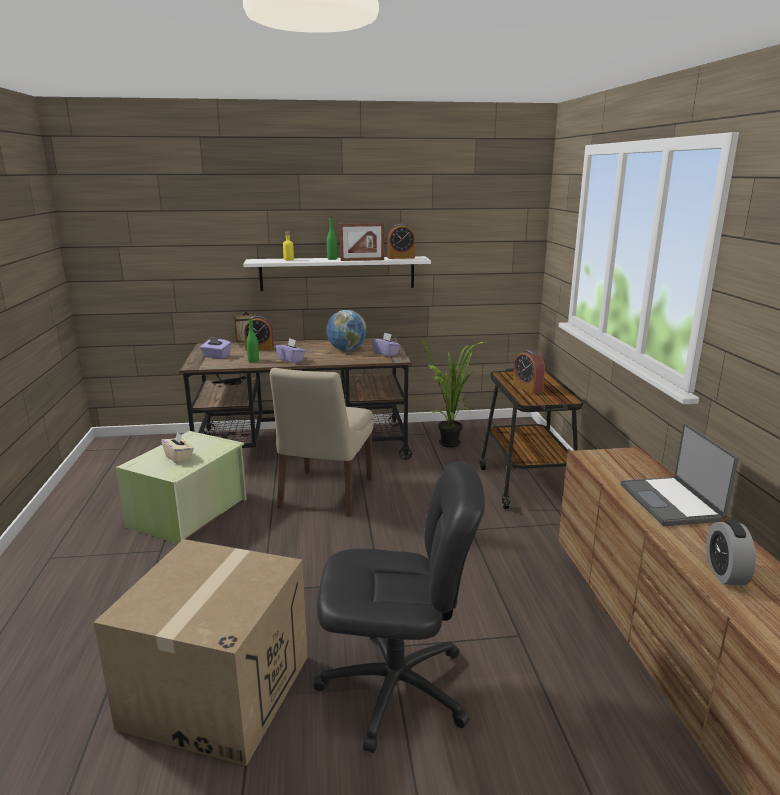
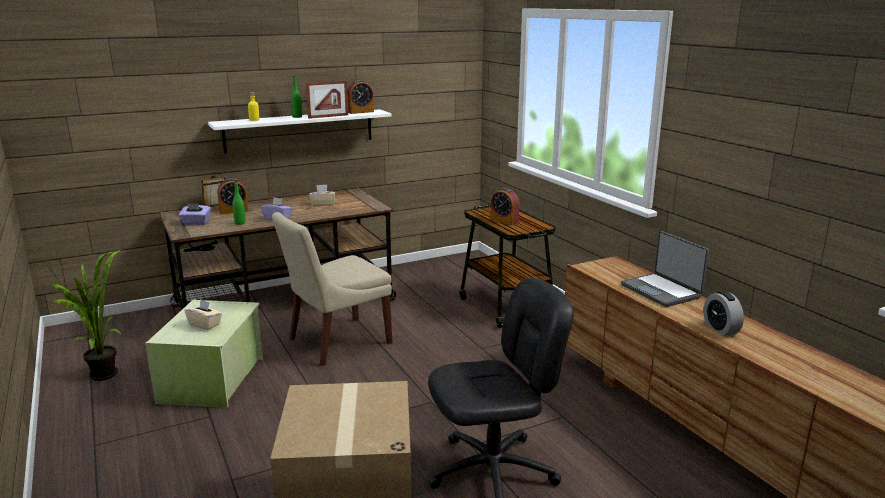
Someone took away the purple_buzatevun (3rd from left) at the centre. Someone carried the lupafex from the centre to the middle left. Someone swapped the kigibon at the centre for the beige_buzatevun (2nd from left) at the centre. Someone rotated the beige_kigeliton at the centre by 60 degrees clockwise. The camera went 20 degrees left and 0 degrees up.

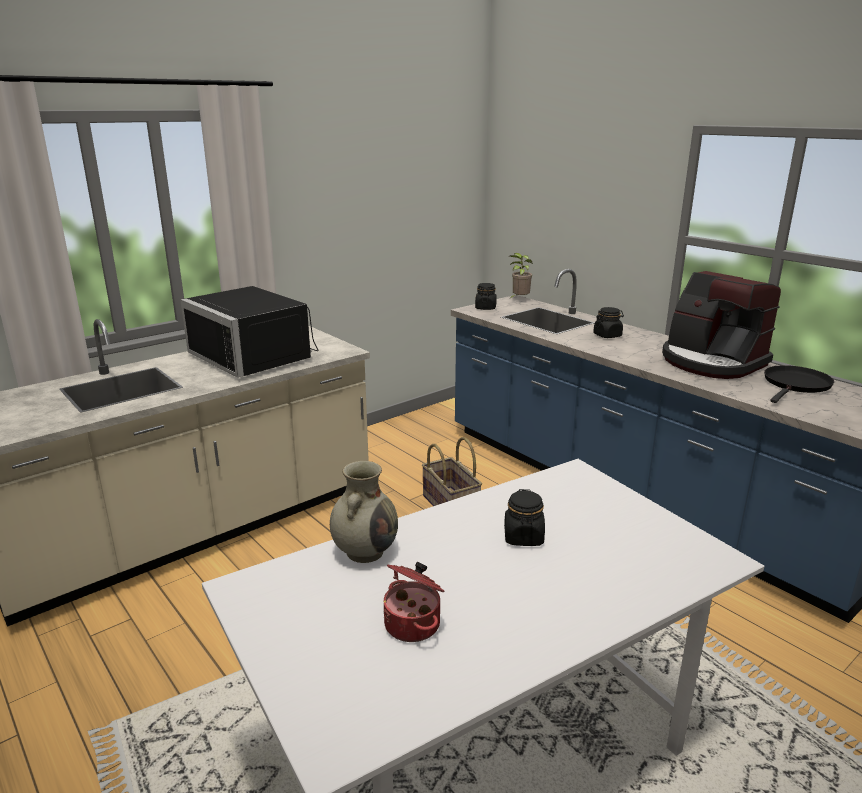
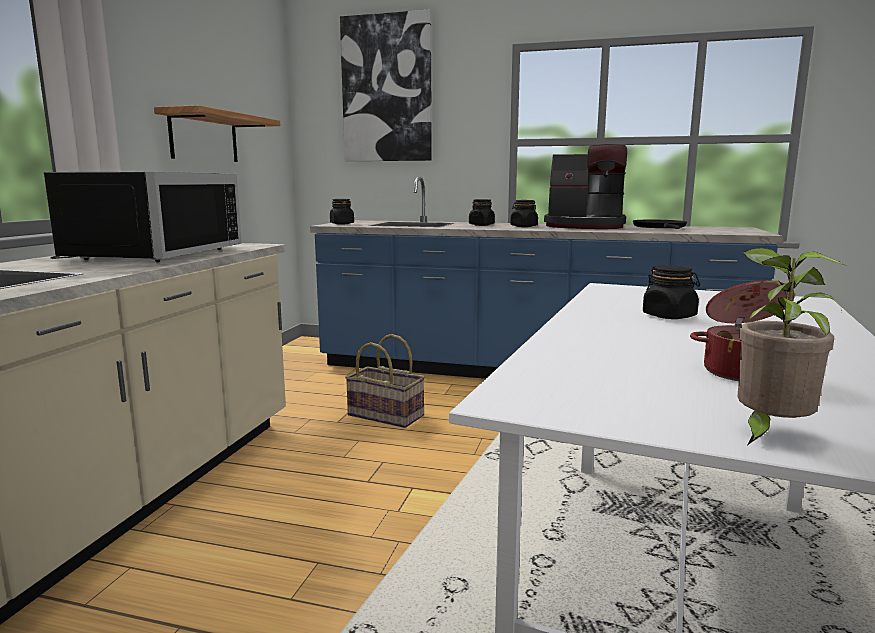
Someone took away the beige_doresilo at the centre. Someone put up the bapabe at the top left. Someone put up the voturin at the top centre. Someone put down the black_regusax (3rd from left) at the centre. Someone carried the lupafex from the centre to the middle right. Someone rotated the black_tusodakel at the middle left by 90 degrees counterclockwise. The camera went 35 degrees left and 10 degrees down.

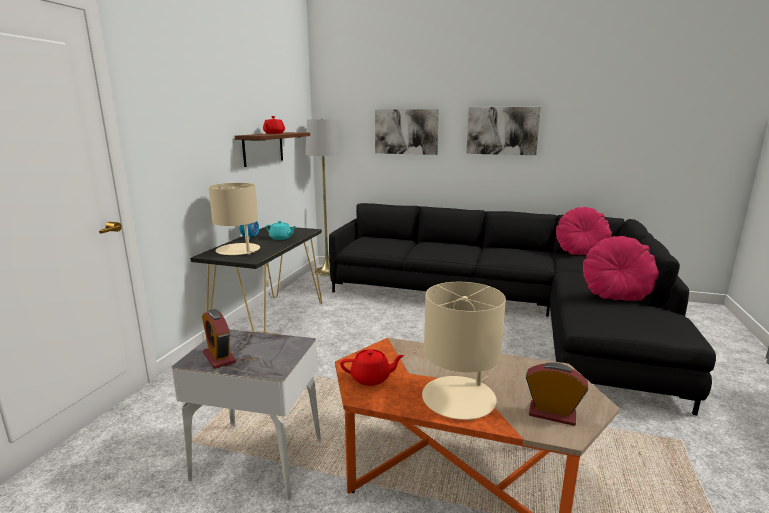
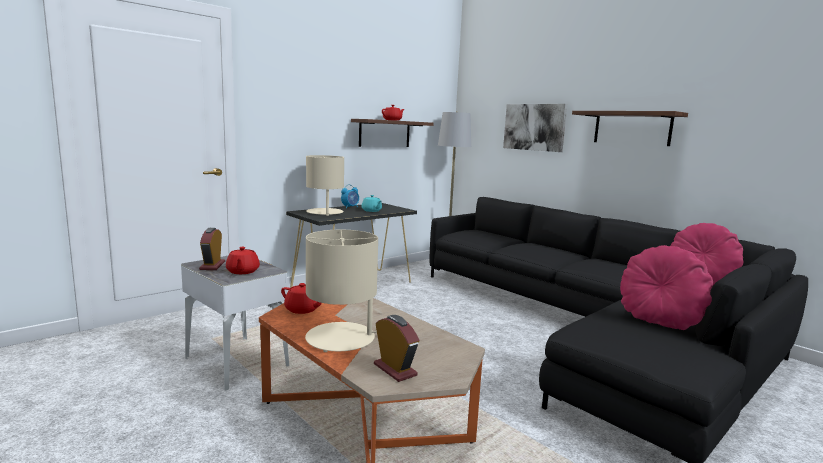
Someone put down the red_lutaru (1st from left) at the middle left. Someone swapped the voturin (2nd from left) at the top centre for the bapabe (2nd from left) at the top right. The camera went 30 degrees right and 5 degrees down.

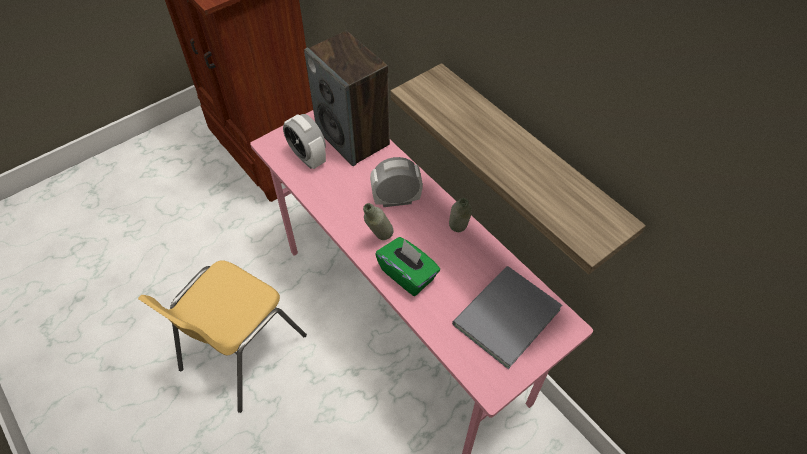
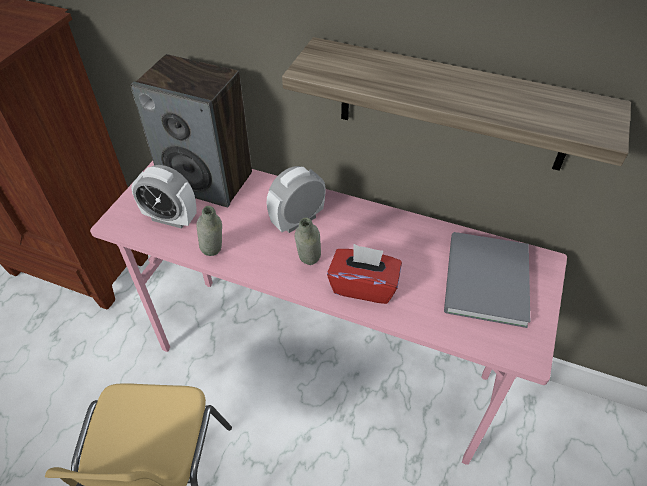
Someone carried the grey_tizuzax (2nd from left in the first image) from the centre to the middle left. Someone repainted the green_buzatevun at the centre, which became the red_buzatevun at the centre. The camera went 30 degrees left and 5 degrees down.

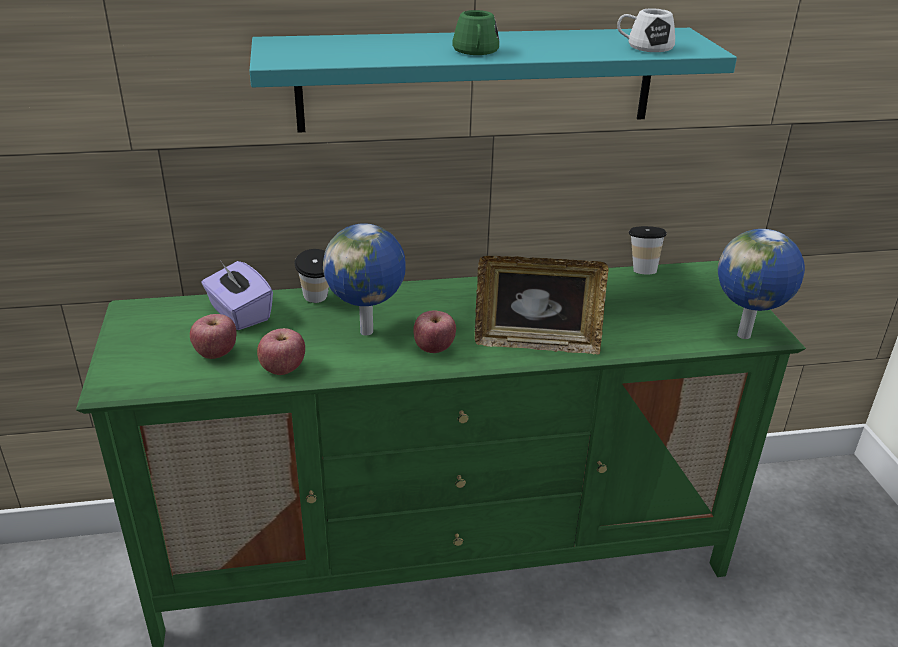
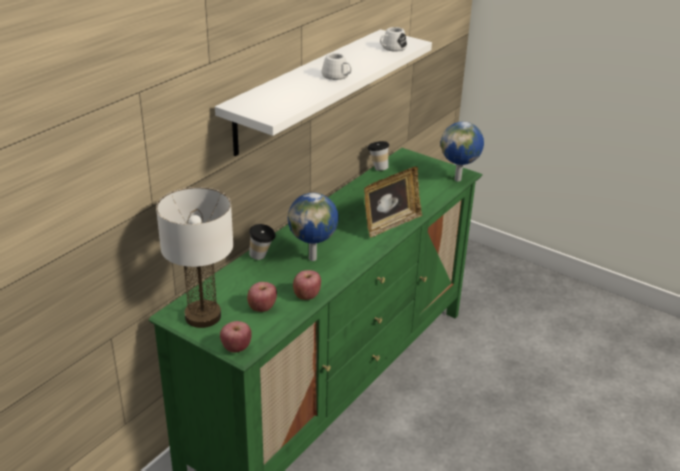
Someone took away the purple_buzatevun at the middle left. Someone put down the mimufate at the middle left. Someone carried the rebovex (3rd from left in the first image) from the centre to the bottom centre. Someone repainted the turquoise_bapabe at the top centre, which became the white_bapabe at the top centre. Someone repainted the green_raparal at the top centre, which became the white_raparal (1st from left) at the top centre. The camera went 45 degrees left and 0 degrees up.

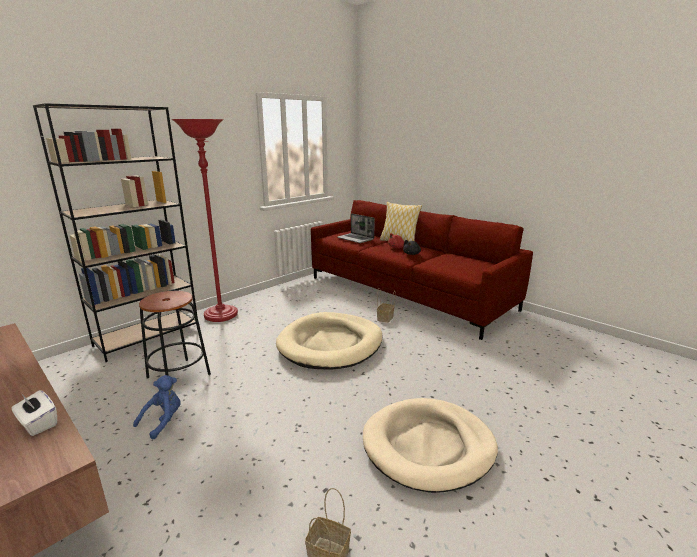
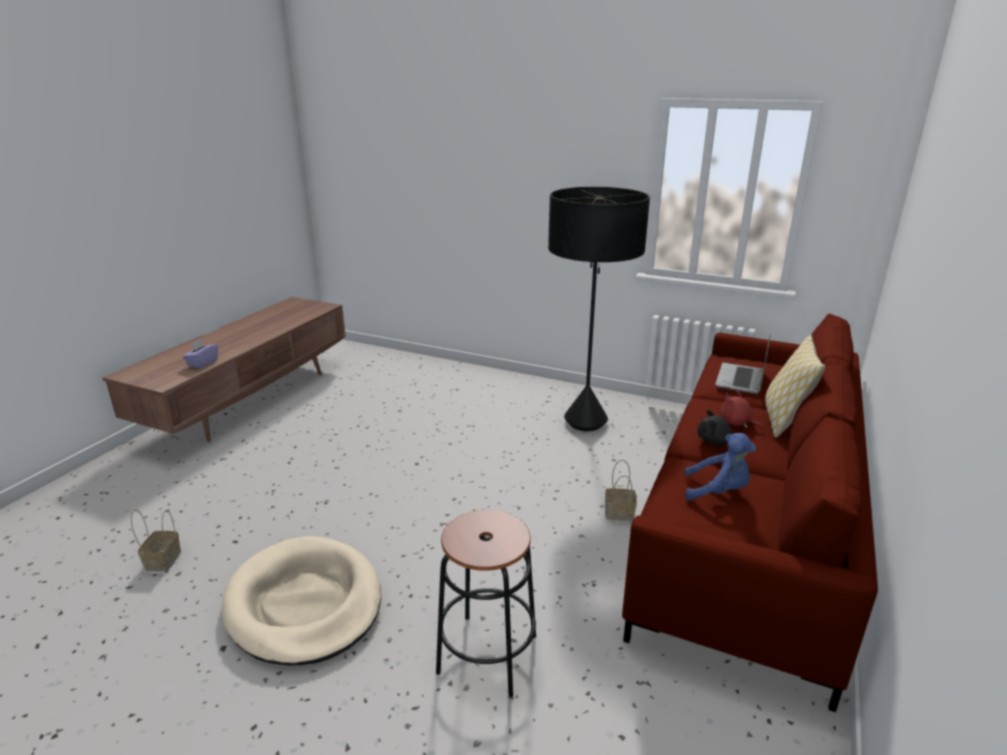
Someone took away the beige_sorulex at the middle left. Someone took away the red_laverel at the middle left. Someone took away the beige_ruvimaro (1st from left) at the centre. Someone put down the black_laverel at the centre. Someone carried the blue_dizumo from the bottom left to the middle right. Someone carried the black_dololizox from the middle left to the bottom centre. Someone repainted the white_buzatevun at the bottom left, which became the purple_buzatevun at the middle left. The camera went 70 degrees right and 5 degrees up.

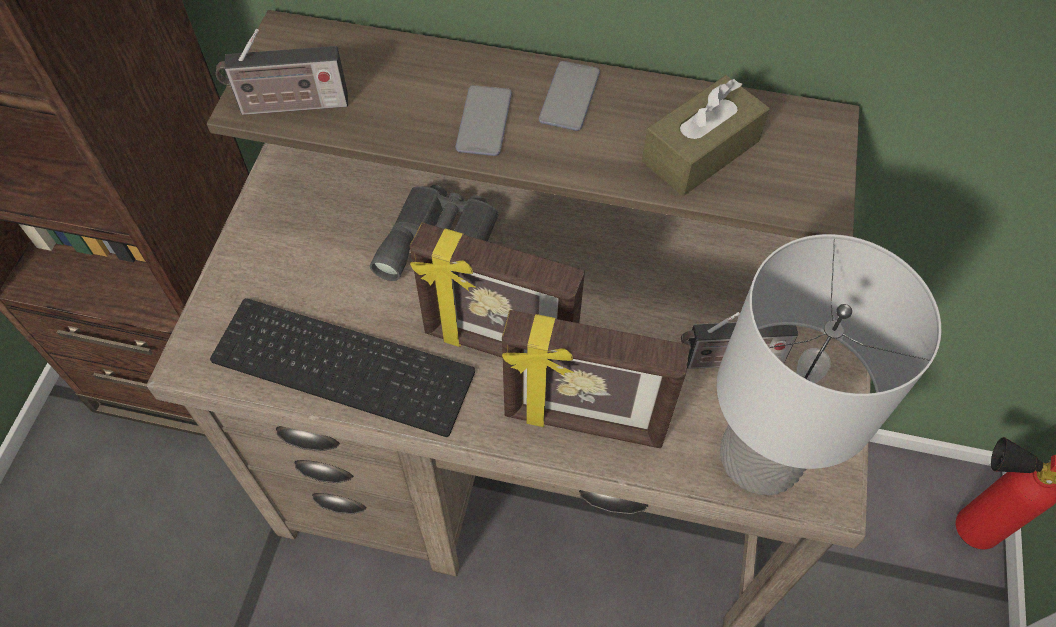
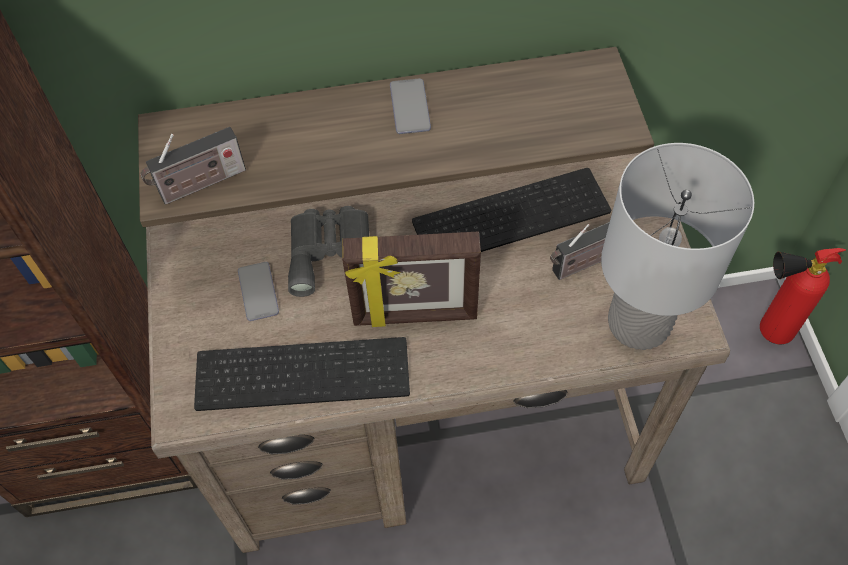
Someone took away the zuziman (2nd from left) at the centre. Someone took away the brown_buzatevun at the top right. Someone put down the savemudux (2nd from left) at the centre. Someone carried the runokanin (1st from left) from the top centre to the middle left. The camera went 20 degrees left and 0 degrees up.

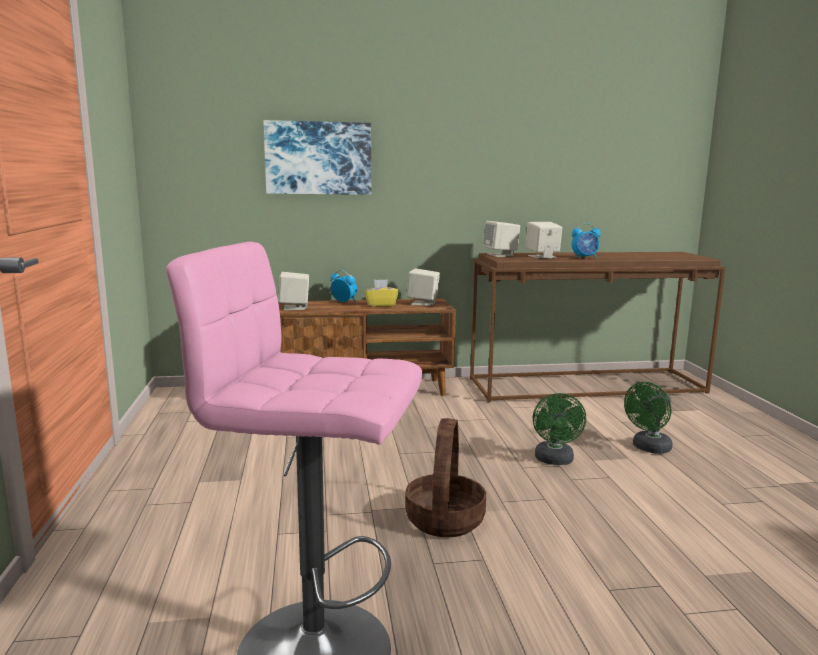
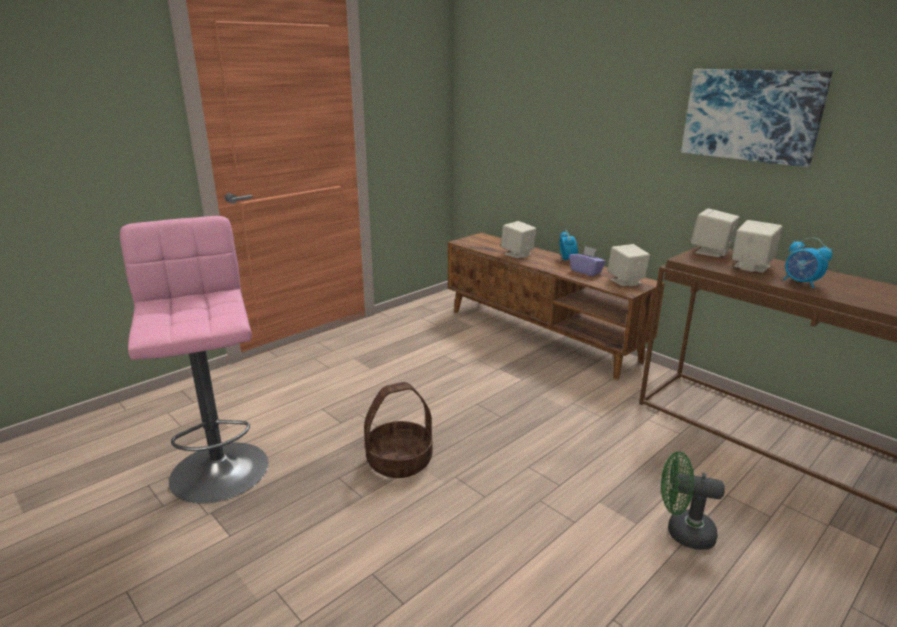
Someone took away the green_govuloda (1st from left) at the middle right. Someone carried the voturin from the top centre to the top right. Someone repainted the yellow_buzatevun at the centre, which became the purple_buzatevun at the centre. The camera went 55 degrees right and 10 degrees up.

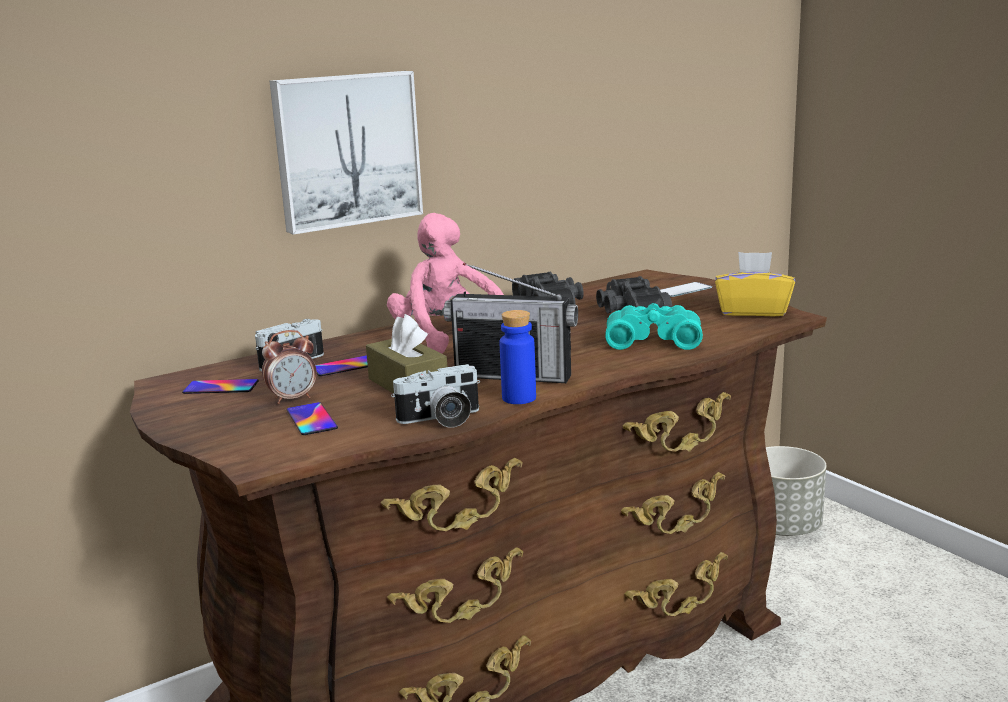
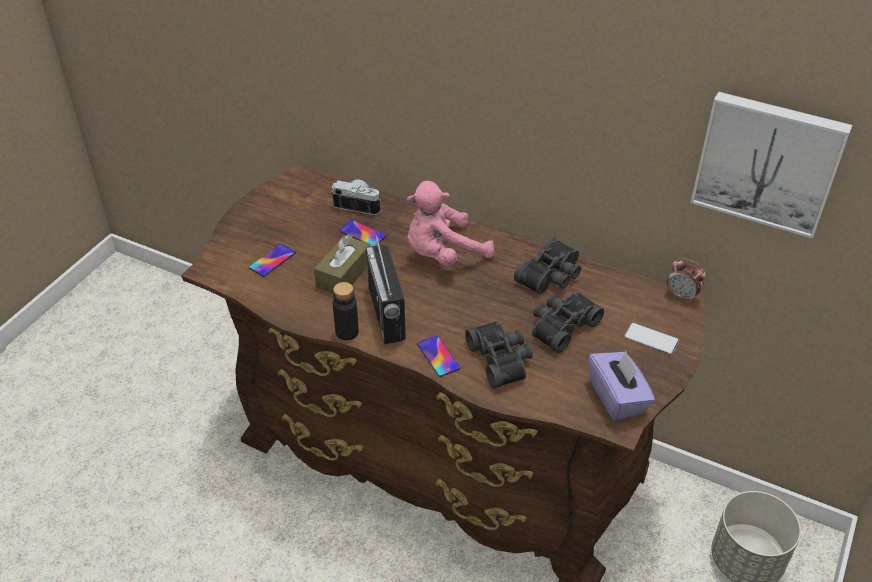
Someone took away the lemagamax (2nd from left) at the centre. Someone carried the runokanin (1st from left in the first image) from the middle left to the centre. Someone carried the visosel from the middle left to the middle right. Someone carried the voturin from the top centre to the top right. Someone repainted the blue_tizuzax at the centre, which became the black_tizuzax at the centre. Someone repainted the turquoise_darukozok at the centre, which became the black_darukozok (1st from left) at the centre. Someone repainted the yellow_buzatevun at the middle right, which became the purple_buzatevun at the middle right. Someone rotated the pink_dizumo at the centre by 150 degrees counterclockwise. The camera went 60 degrees right and 25 degrees up.

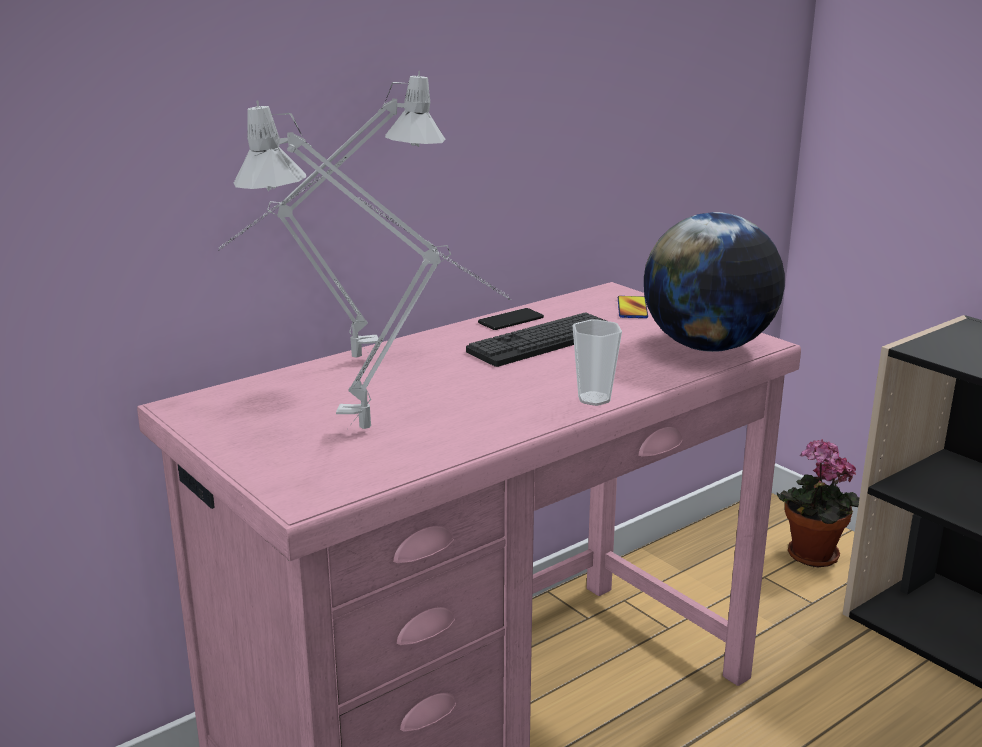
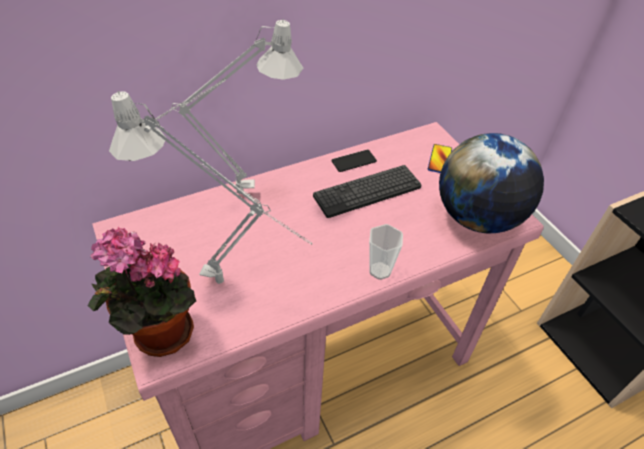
Someone carried the lupafex from the bottom right to the middle left. The camera went 10 degrees right and 25 degrees up.

